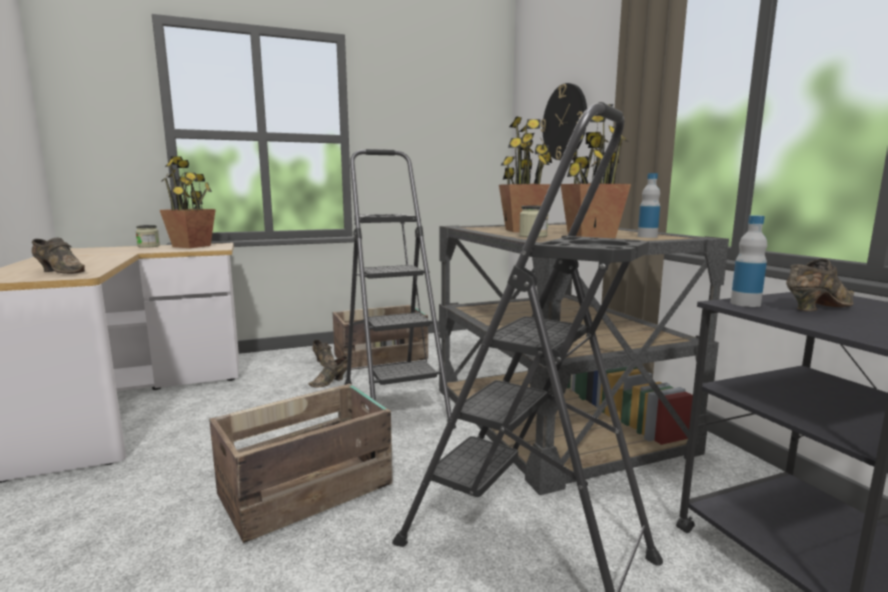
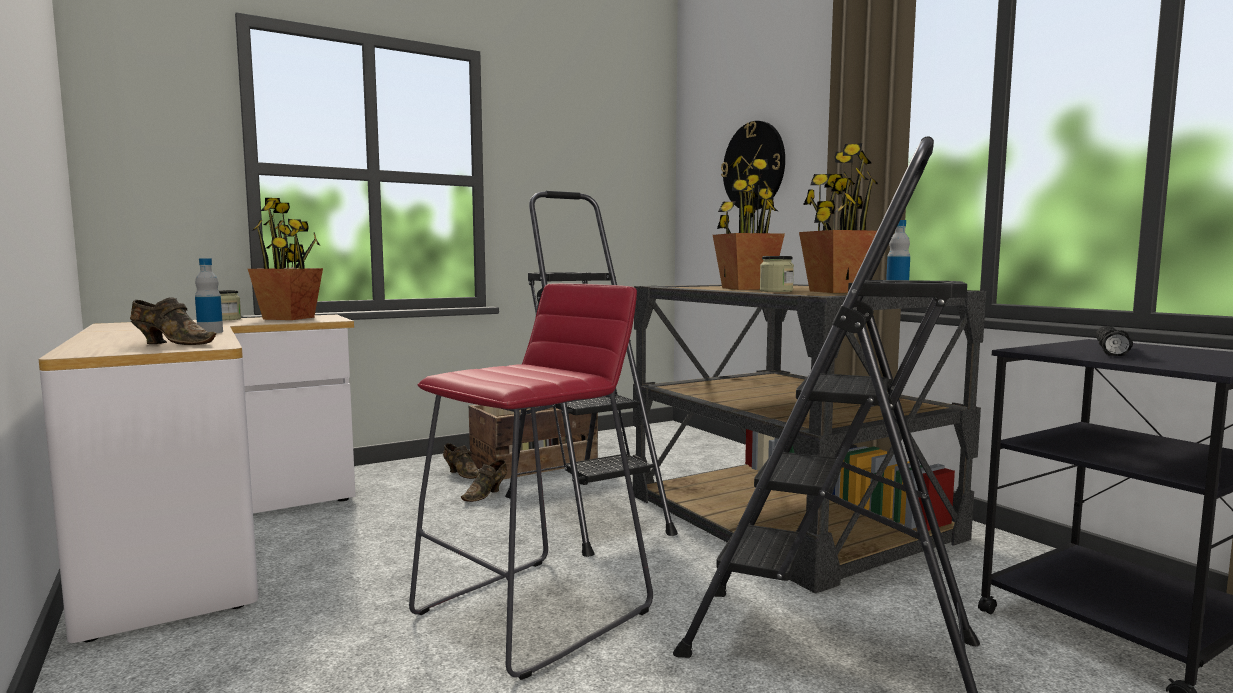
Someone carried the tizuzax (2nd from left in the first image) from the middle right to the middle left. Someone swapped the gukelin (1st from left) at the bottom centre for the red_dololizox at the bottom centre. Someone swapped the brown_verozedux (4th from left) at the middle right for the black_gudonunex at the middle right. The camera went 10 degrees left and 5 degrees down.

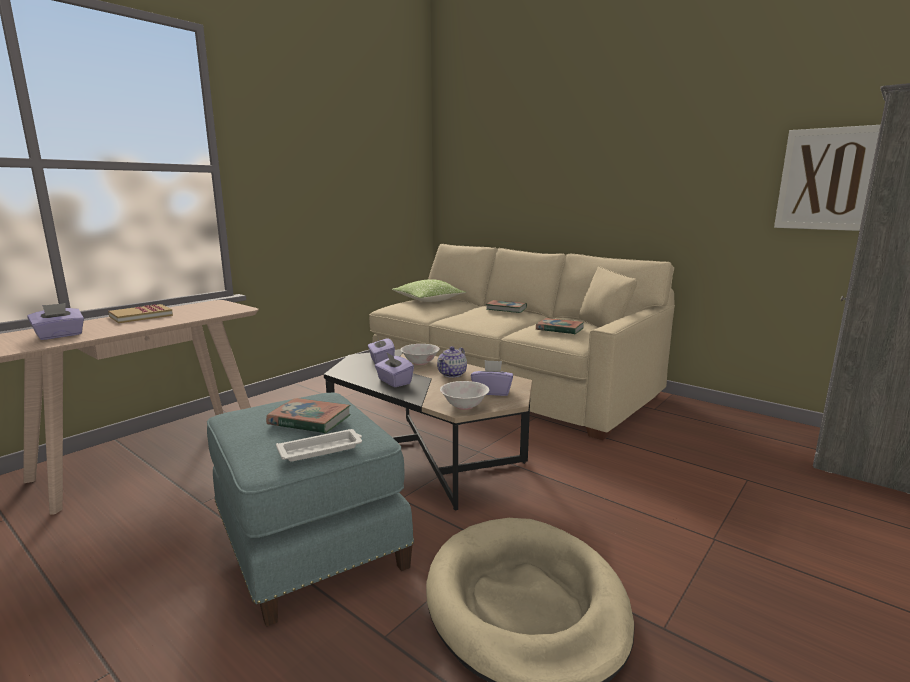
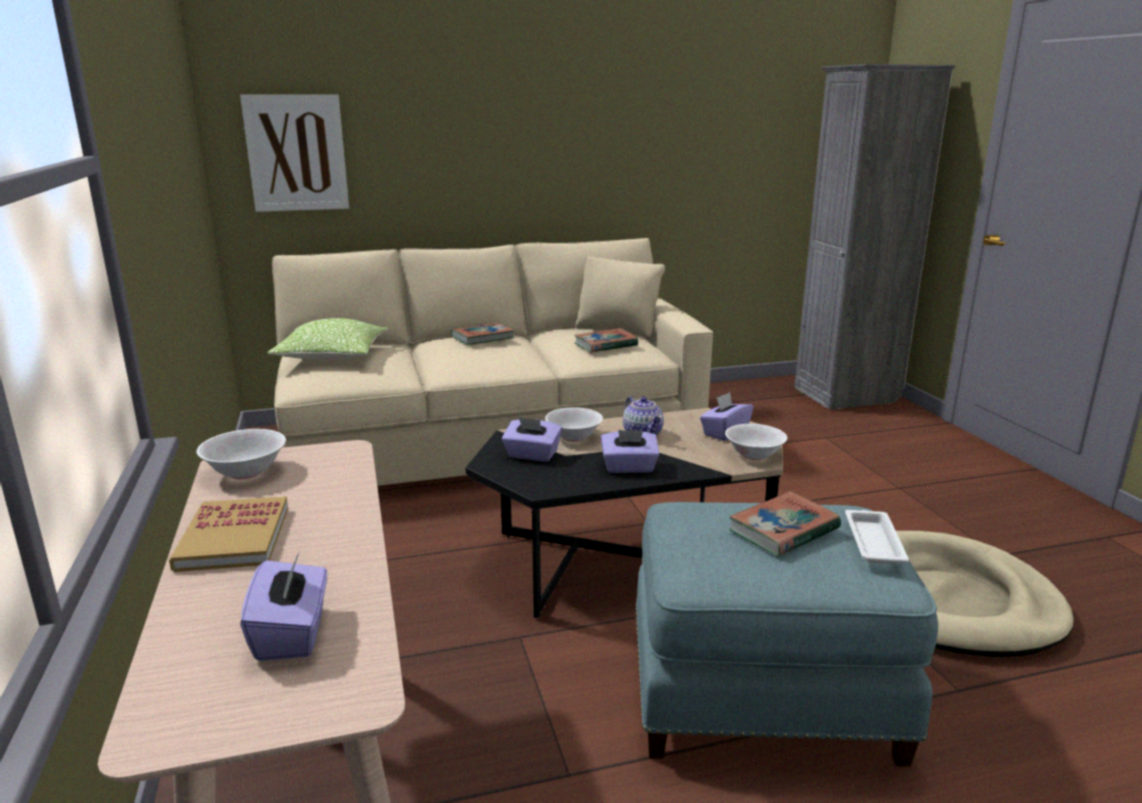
Someone put down the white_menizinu (1st from left) at the middle left. Someone carried the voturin from the top right to the top left. The camera went 55 degrees left and 5 degrees up.

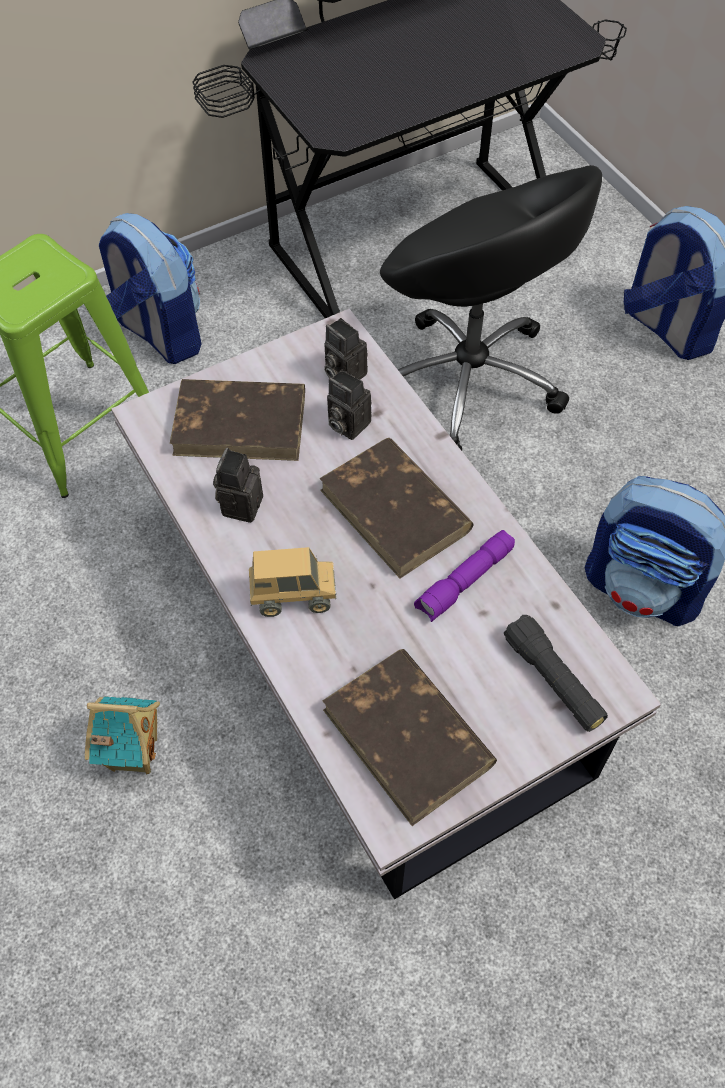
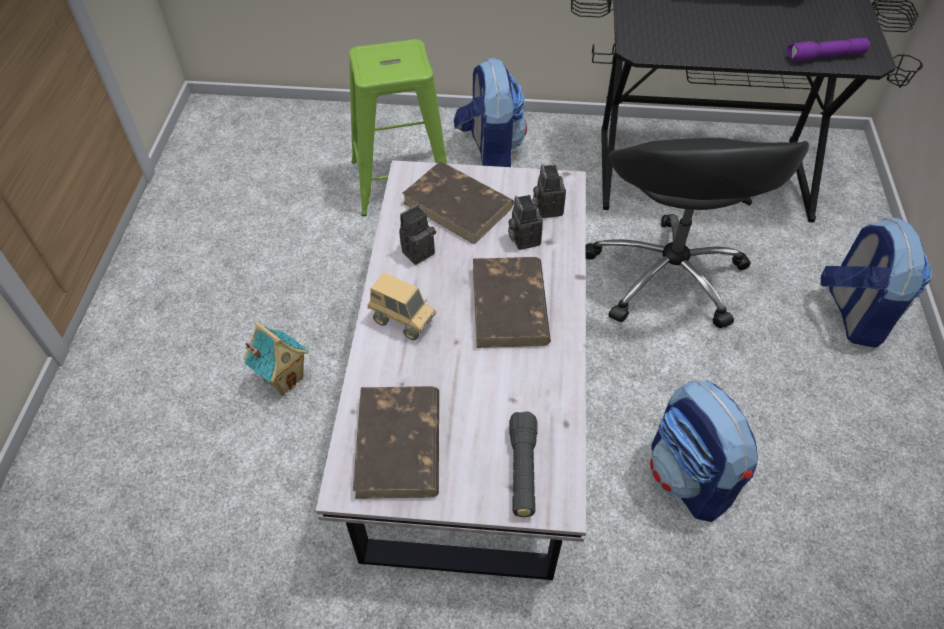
Someone carried the purple_gudonunex from the centre to the top right. The camera went 35 degrees right and 5 degrees down.

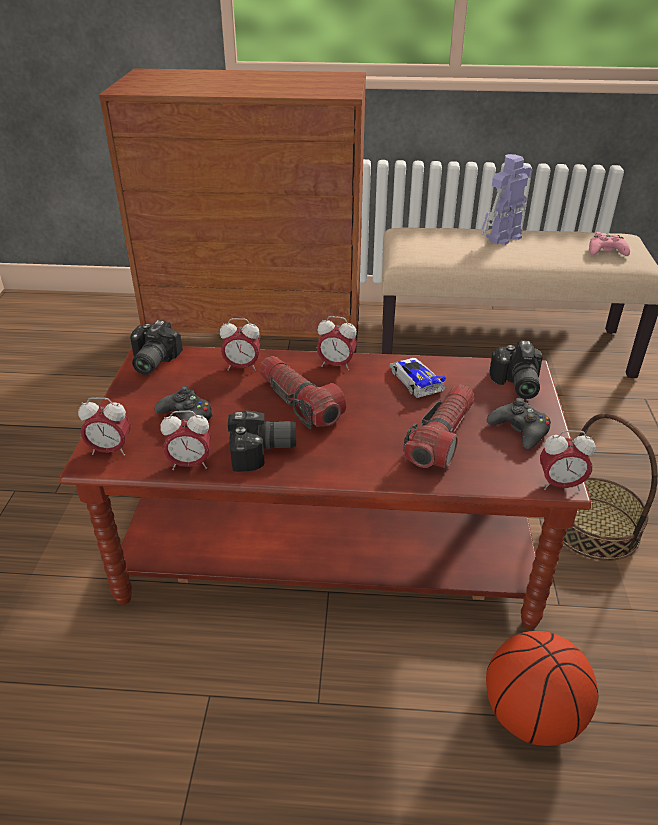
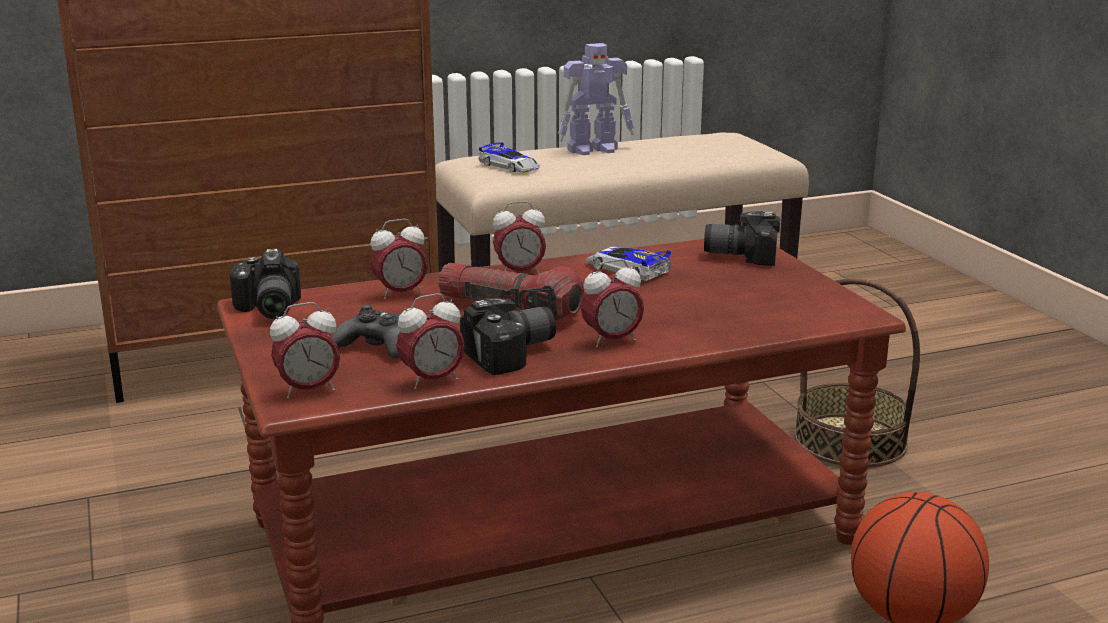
Someone took away the gudonunex (2nd from left) at the middle right. Someone took away the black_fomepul (2nd from left) at the middle right. Someone took away the pink_fomepul at the top right. Someone put down the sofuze (1st from left) at the top centre. Someone carried the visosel (5th from left) from the middle right to the centre. Someone rotated the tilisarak at the top right by 135 degrees counterclockwise. Someone rotated the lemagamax (3rd from left) at the middle right by 120 degrees clockwise. The camera went 25 degrees left and 15 degrees down.

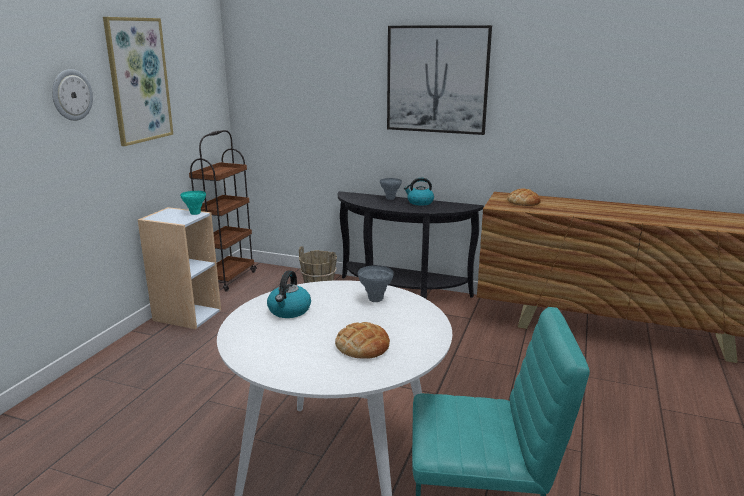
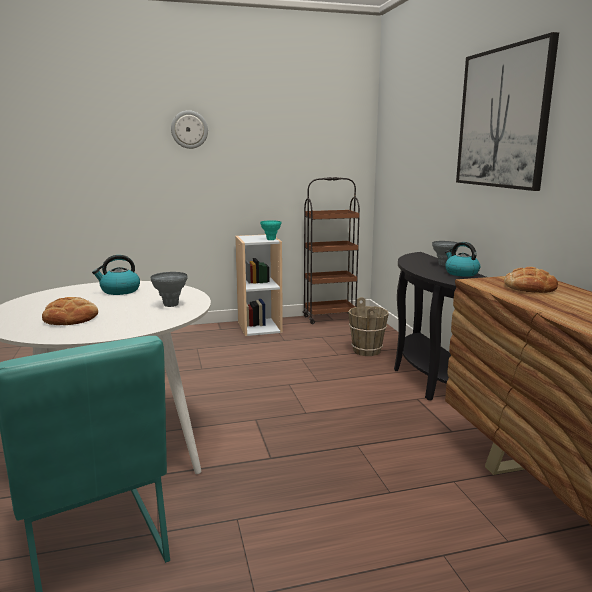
Someone took away the voturin (1st from left) at the top left. The camera went 55 degrees right and 5 degrees down.

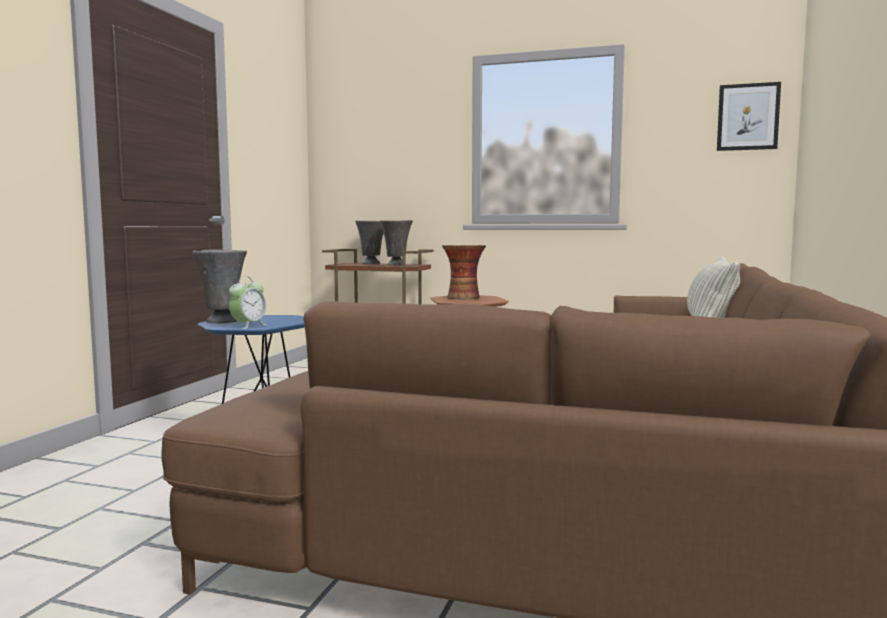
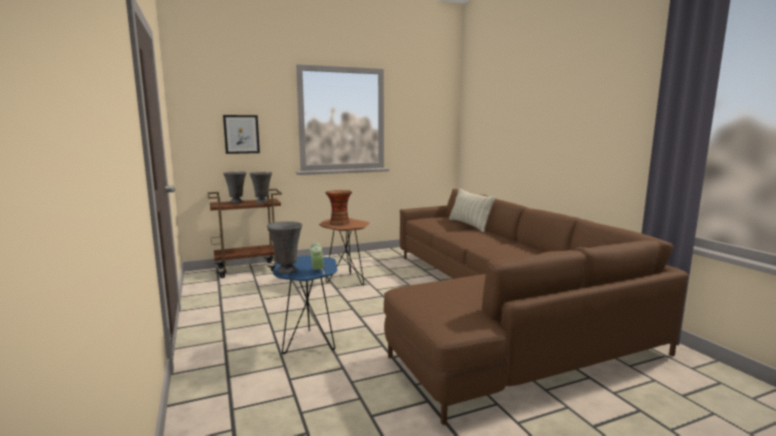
Someone carried the voturin from the top right to the top left. The camera went 40 degrees left and 5 degrees up.

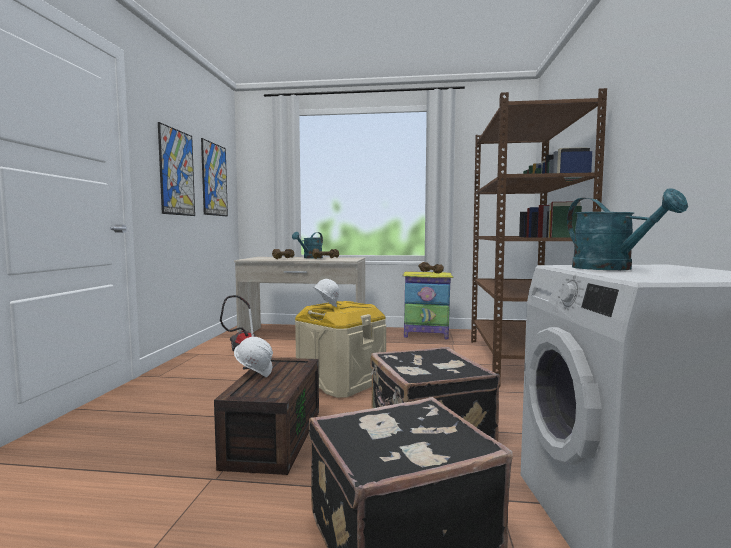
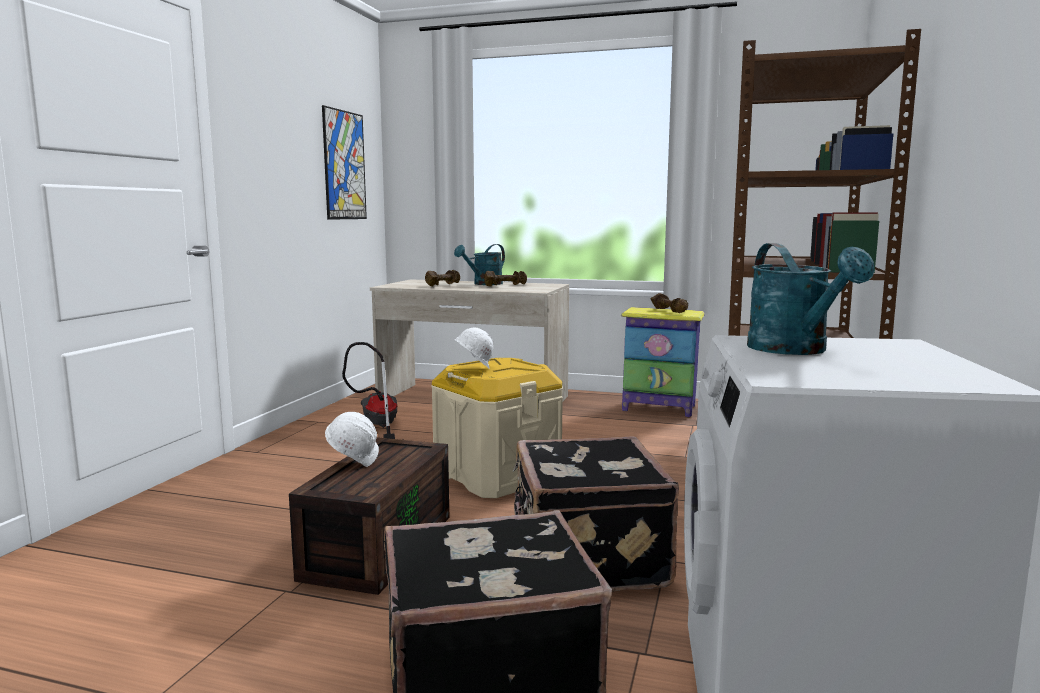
Someone took away the voturin (1st from left) at the top left. The camera went 10 degrees right and 5 degrees up.

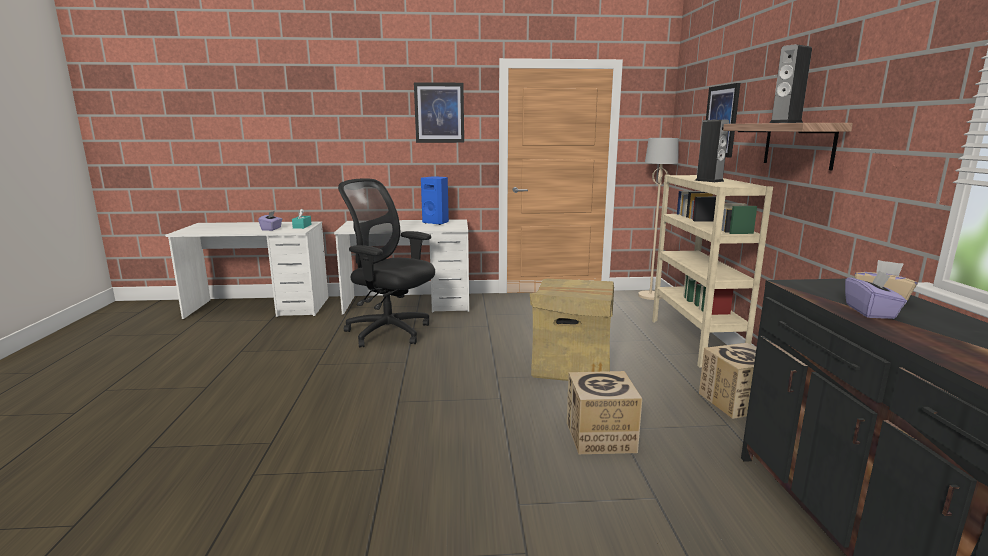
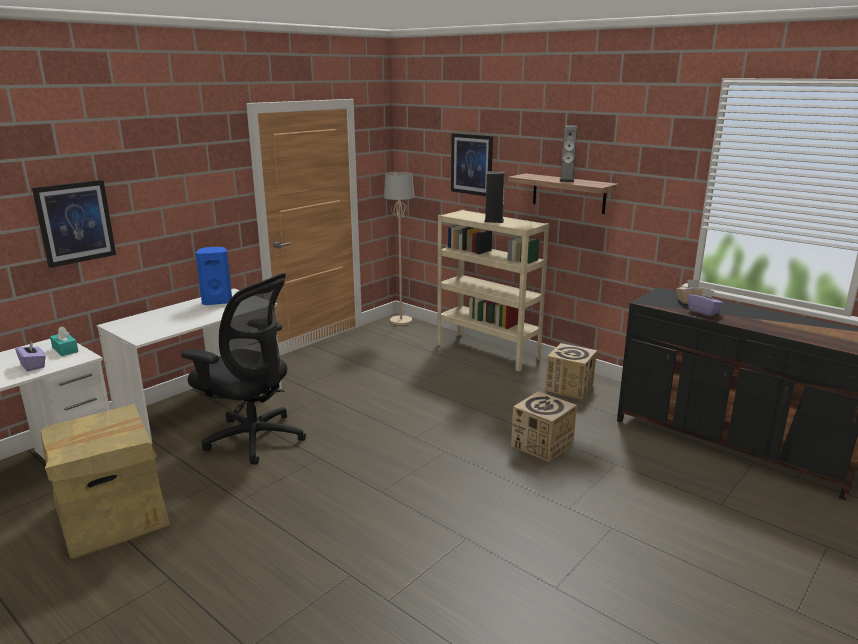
Someone carried the voturin (1st from left) from the top centre to the middle left. Someone carried the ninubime (1st from left) from the centre to the bottom left. Someone rotated the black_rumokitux at the centre by 135 degrees counterclockwise. The camera went 45 degrees left and 5 degrees up.

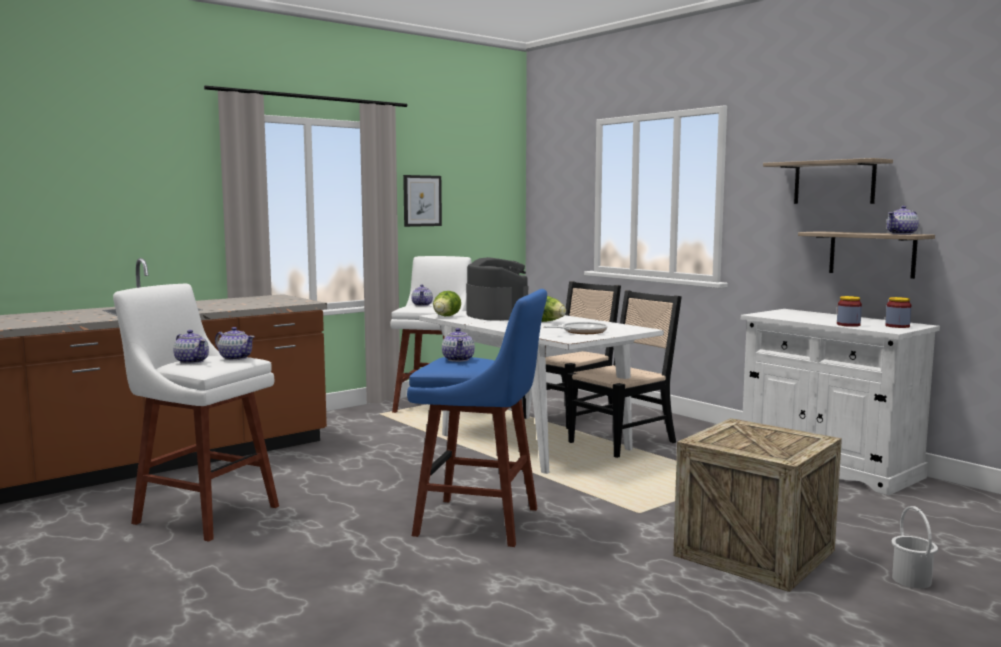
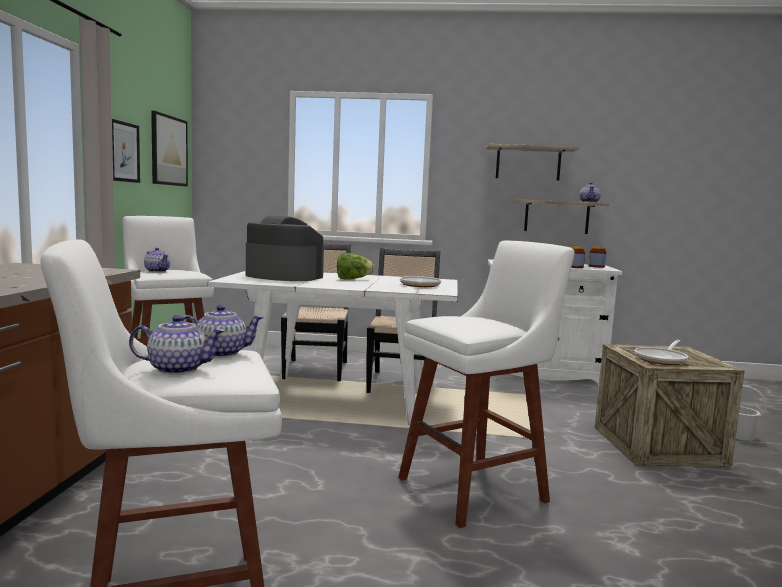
Someone took away the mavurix (1st from left) at the centre. Someone took away the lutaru (4th from left) at the centre. Someone put up the voturin (2nd from left) at the top left. Someone put down the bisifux (2nd from left) at the middle right. Someone repainted the blue_dololizox at the centre, which became the white_dololizox (3rd from left) at the centre. The camera went 45 degrees left and 0 degrees up.

